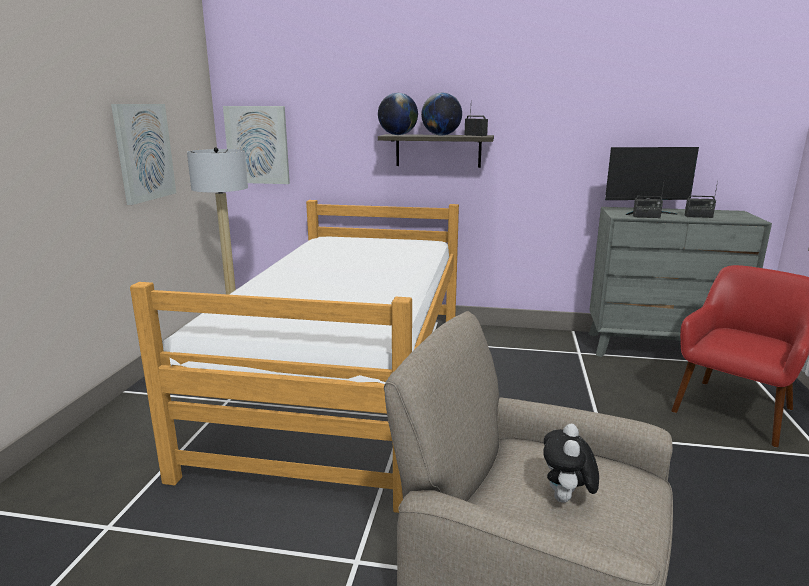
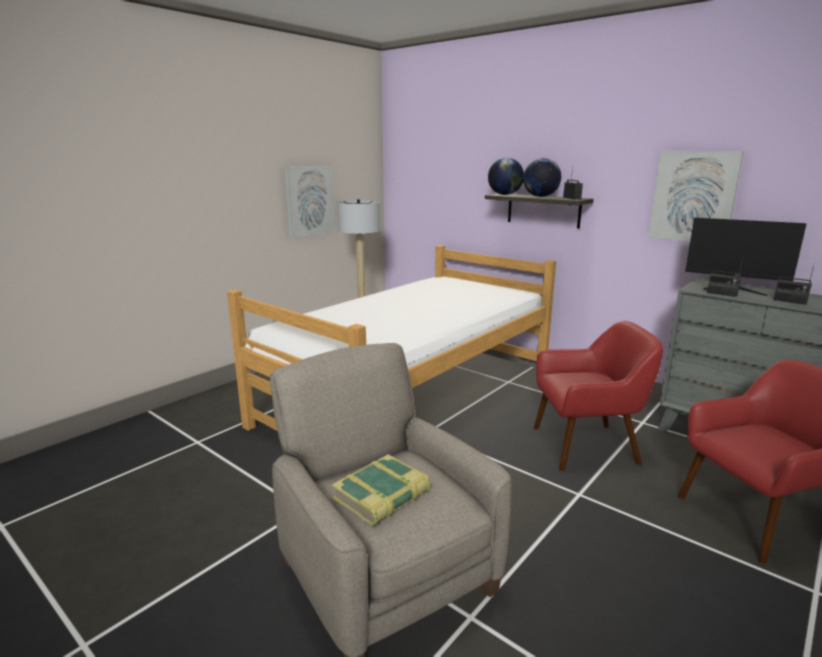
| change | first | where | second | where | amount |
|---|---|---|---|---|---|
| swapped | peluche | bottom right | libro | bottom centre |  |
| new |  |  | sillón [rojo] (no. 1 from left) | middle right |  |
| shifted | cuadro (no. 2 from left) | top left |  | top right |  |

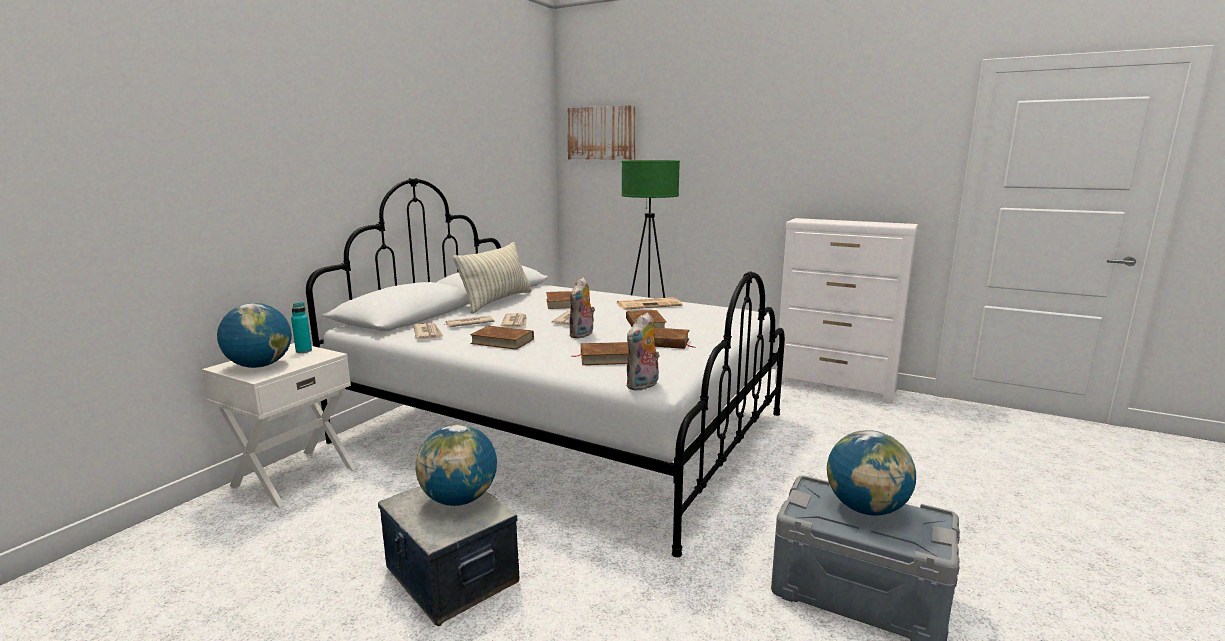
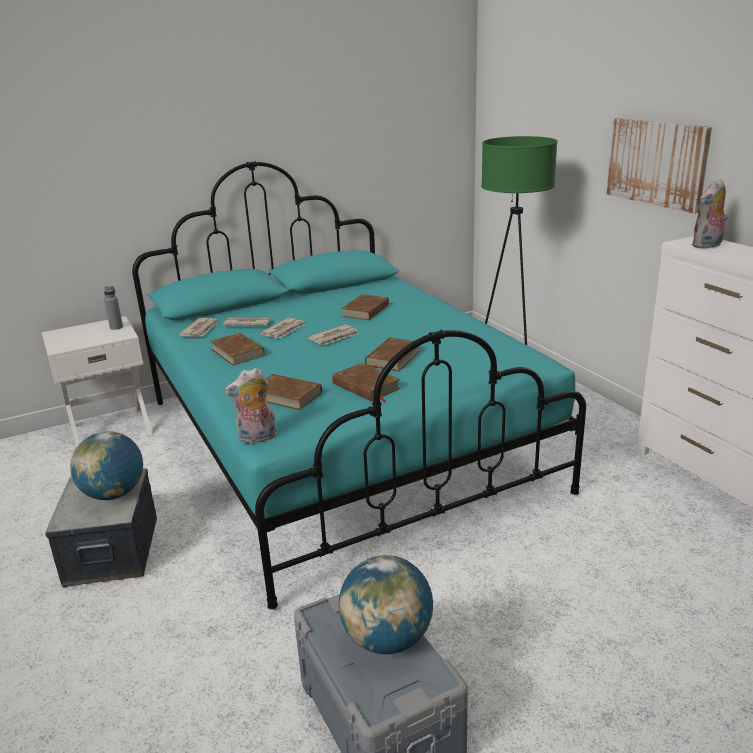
| change | first | where | second | where | amount |
|---|---|---|---|---|---|
| repainted | botella [turquesa] | middle left | botella [gris] | middle left |  |
| repainted | cama [blanco] | centre | cama [turquesa] | centre |  |
| shifted | cuadro | top centre |  | top right |  |
| shifted | peluche (no. 1 from left in the first image) | centre | peluche (no. 2 from left) | top right |  |
| gone | globo terráqueo (no. 1 from left) | middle left |  |  |  |
| gone | cojín | centre |  |  |  |
| gone | periódico (no. 5 from left) | centre |  |  |  |

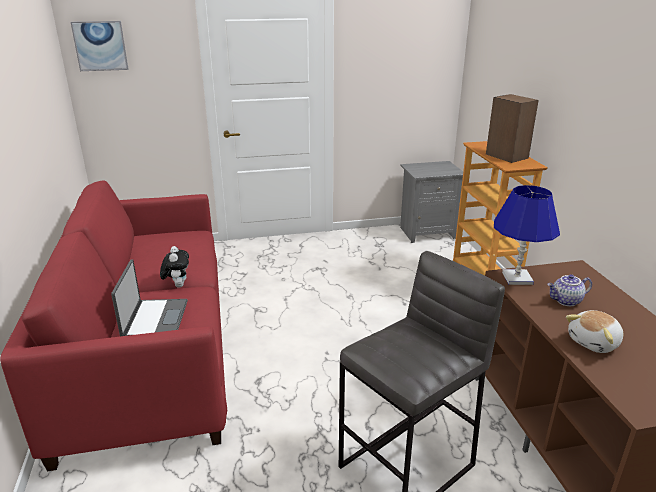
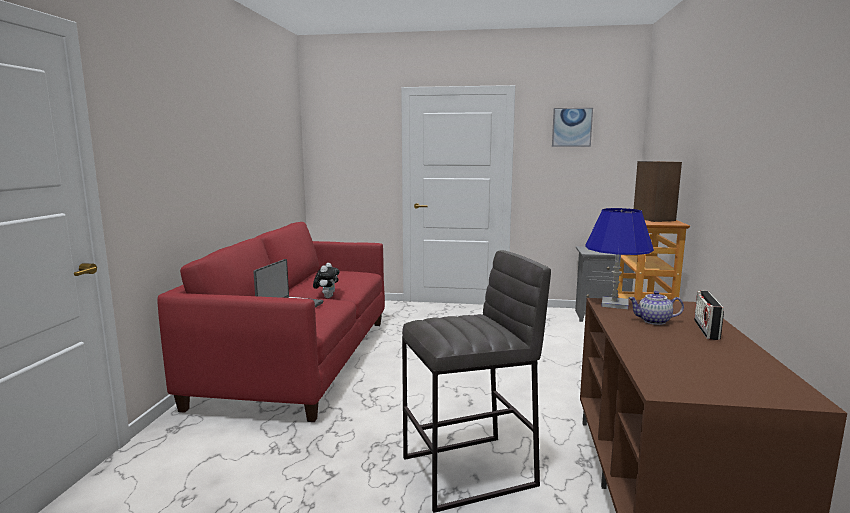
| change | first | where | second | where | amount |
|---|---|---|---|---|---|
| shifted | cuadro | top left |  | top right |  |
| new |  |  | radio | middle right |  |
| gone | peluche (no. 2 from left) | bottom right |  |  |  |

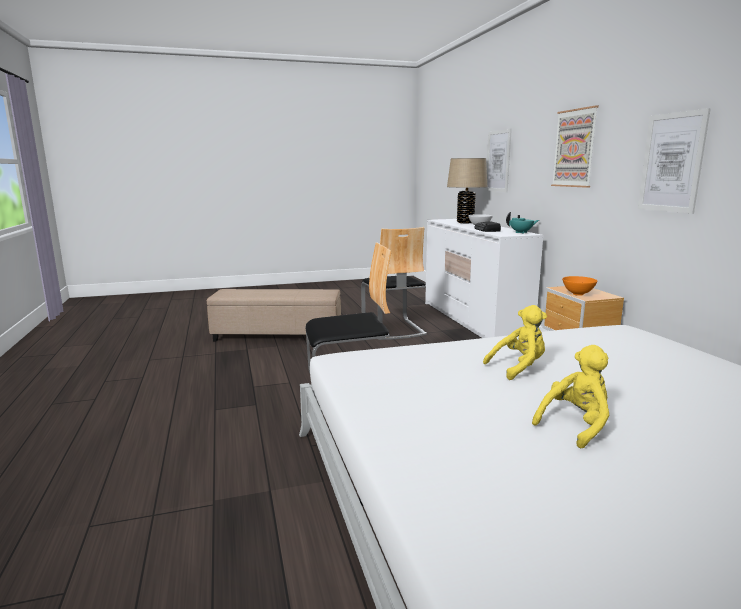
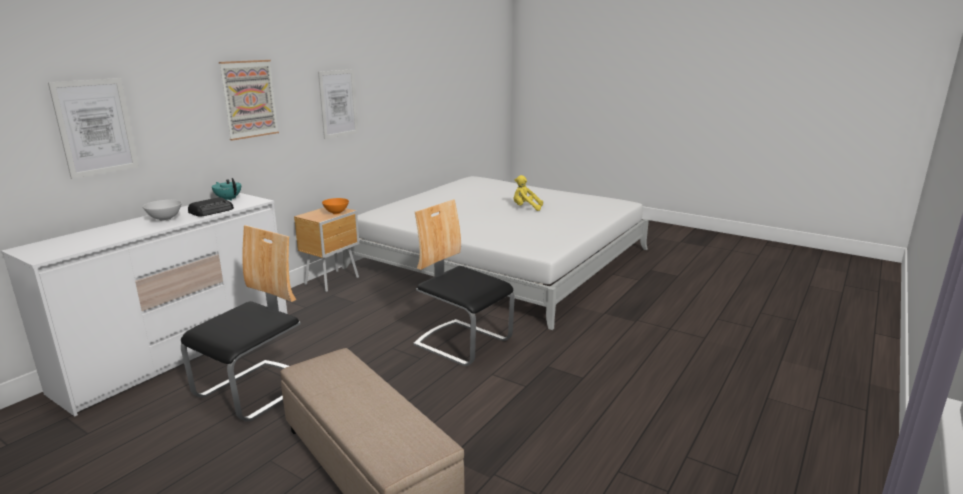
| change | first | where | second | where | amount |
|---|---|---|---|---|---|
| gone | lámpara de mesa [beis] | top centre |  |  |  |
| gone | peluche [amarillo] (no. 1 from left) | middle right |  |  |  |

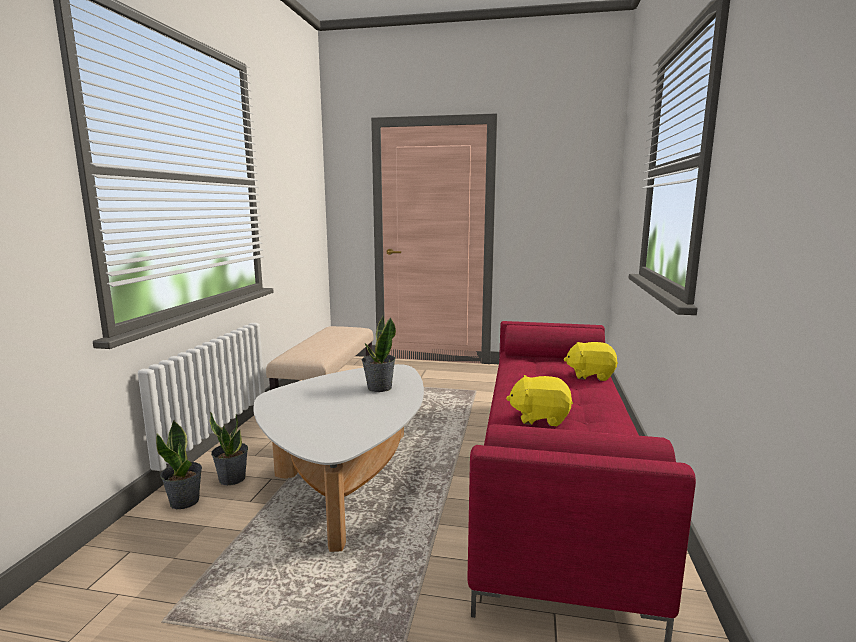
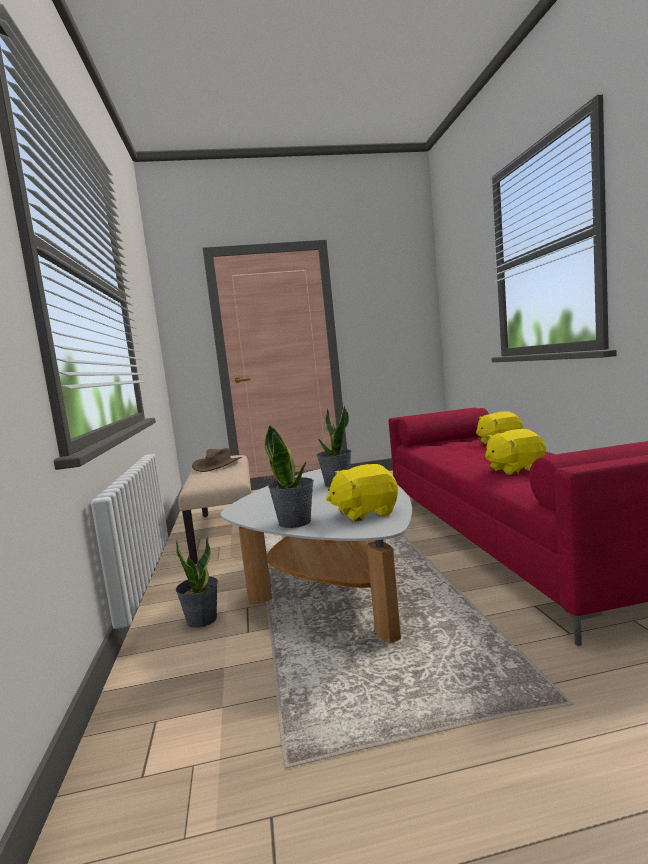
| change | first | where | second | where | amount |
|---|---|---|---|---|---|
| new |  |  | sombrero [marrón] | centre |  |
| shifted | planta en maceta (no. 1 from left in the first image) | bottom left | planta en maceta (no. 2 from left) | centre |  |
| new |  |  | peluche [amarillo] (no. 1 from left) | centre |  |

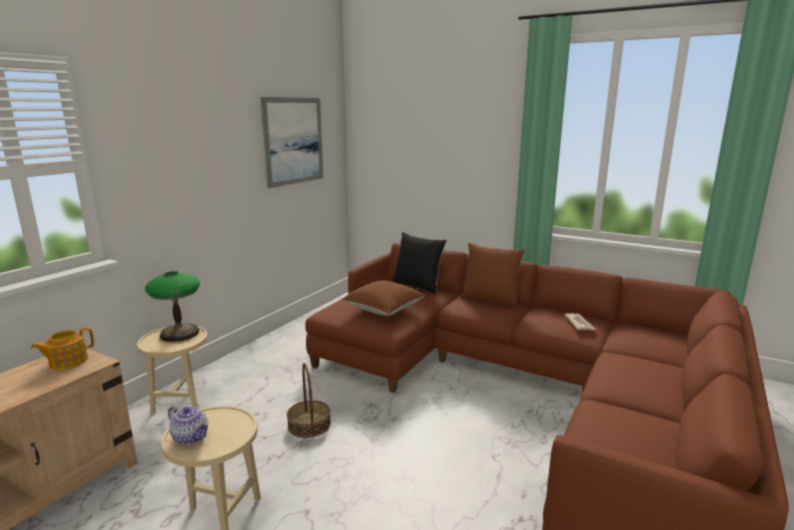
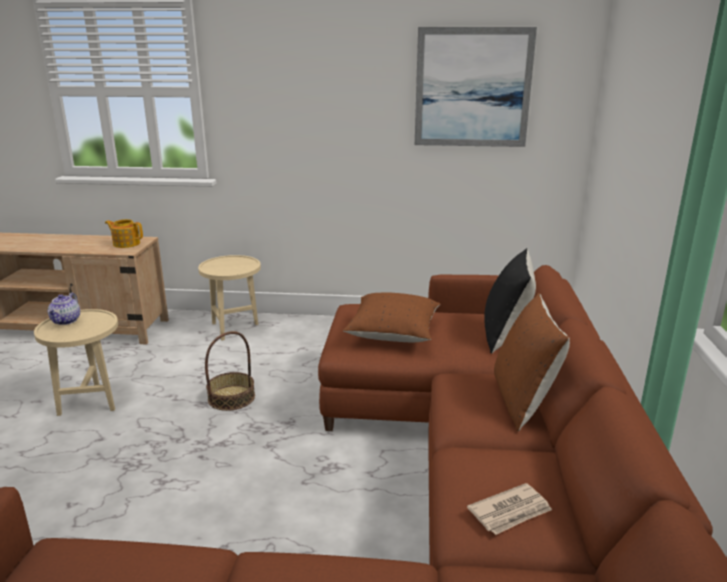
| change | first | where | second | where | amount |
|---|---|---|---|---|---|
| gone | lámpara de mesa | middle left |  |  |  |

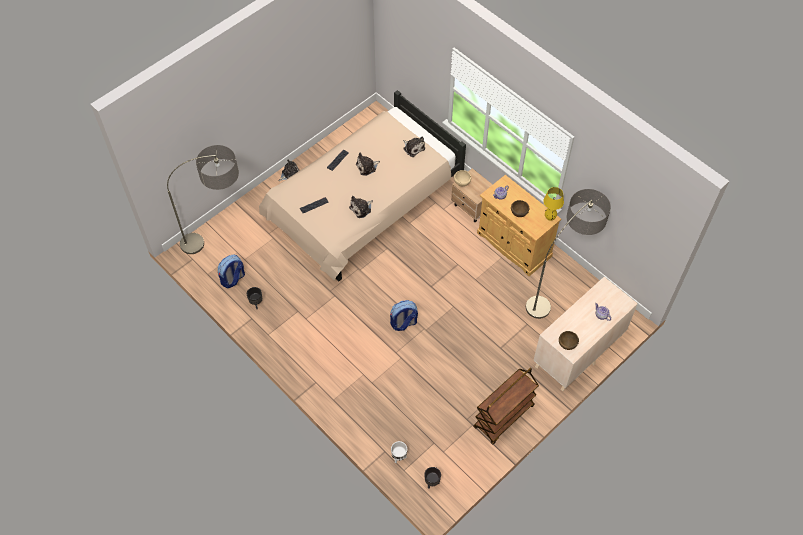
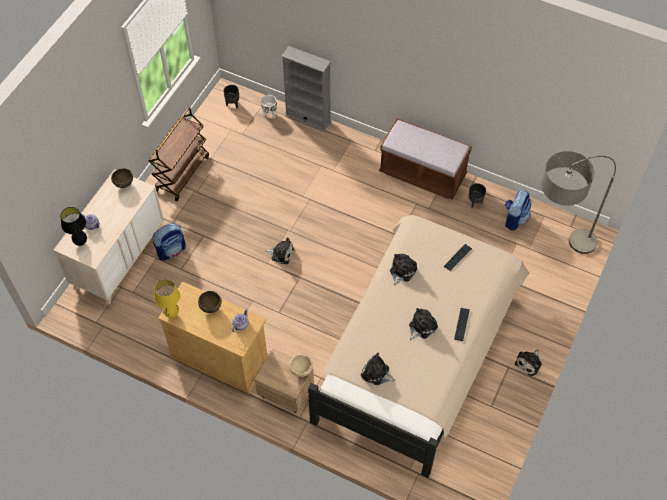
| change | first | where | second | where | amount |
|---|---|---|---|---|---|
| new |  |  | lámpara de mesa [negro] | middle left |  |
| shifted | mochila (no. 2 from left in the first image) | centre | mochila (no. 1 from left) | middle left |  |
| new |  |  | peluche (no. 1 from left) | centre |  |
| new |  |  | estantería [gris] | top centre |  |
| new |  |  | banco [marrón] | top centre |  |
| gone | lámpara de pie (no. 2 from left) | middle right |  |  |  |

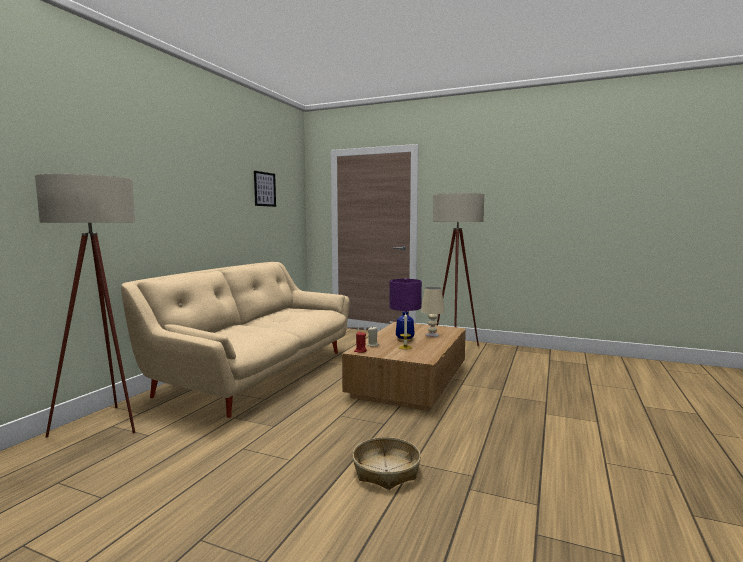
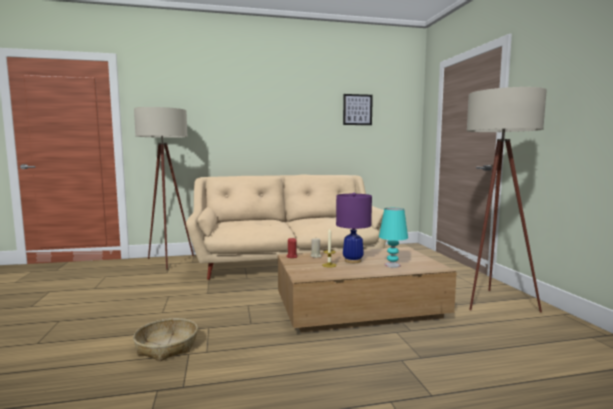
| change | first | where | second | where | amount |
|---|---|---|---|---|---|
| repainted | lámpara de mesa [beis] | centre | lámpara de mesa [turquesa] | centre |  |

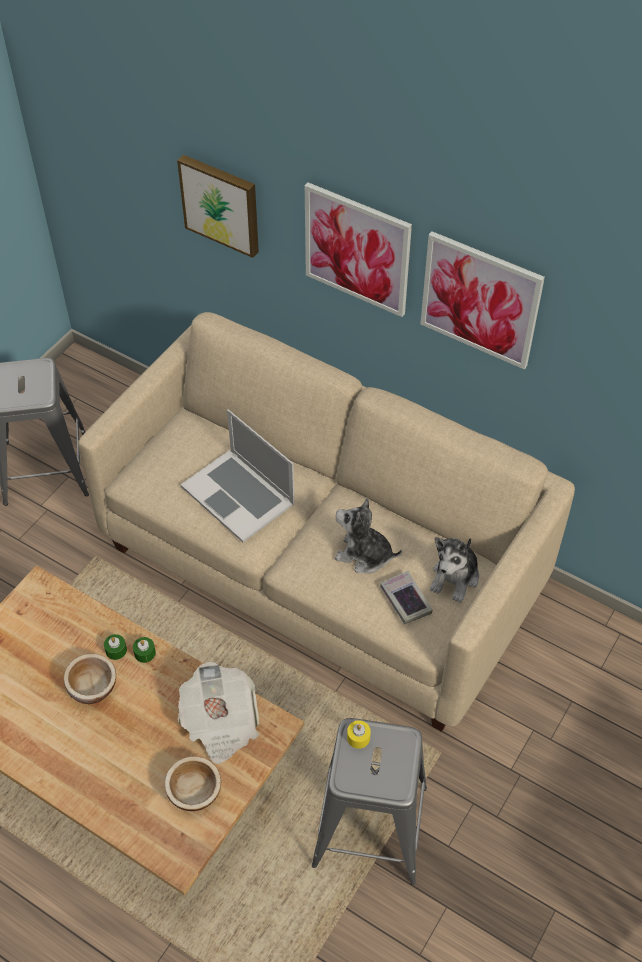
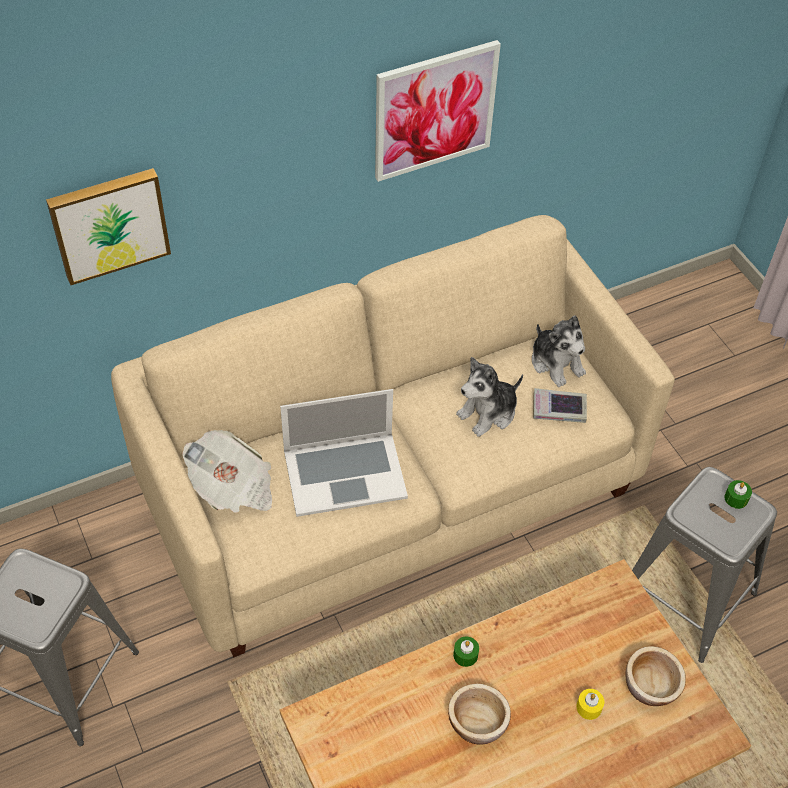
| change | first | where | second | where | amount |
|---|---|---|---|---|---|
| shifted | periódico | bottom centre |  | middle left |  |
| shifted | vela [amarillo] | bottom centre |  | bottom right |  |
| shifted | vela [verde] (no. 1 from left in the first image) | bottom left | vela [verde] (no. 2 from left) | middle right |  |
| gone | cuadro (no. 2 from left) | top centre |  |  |  |

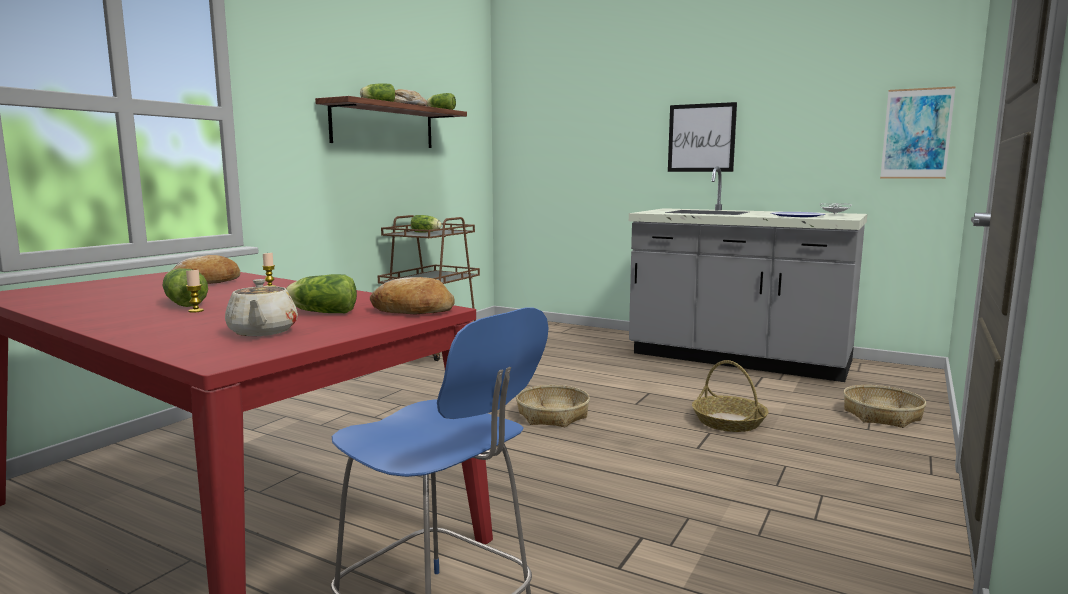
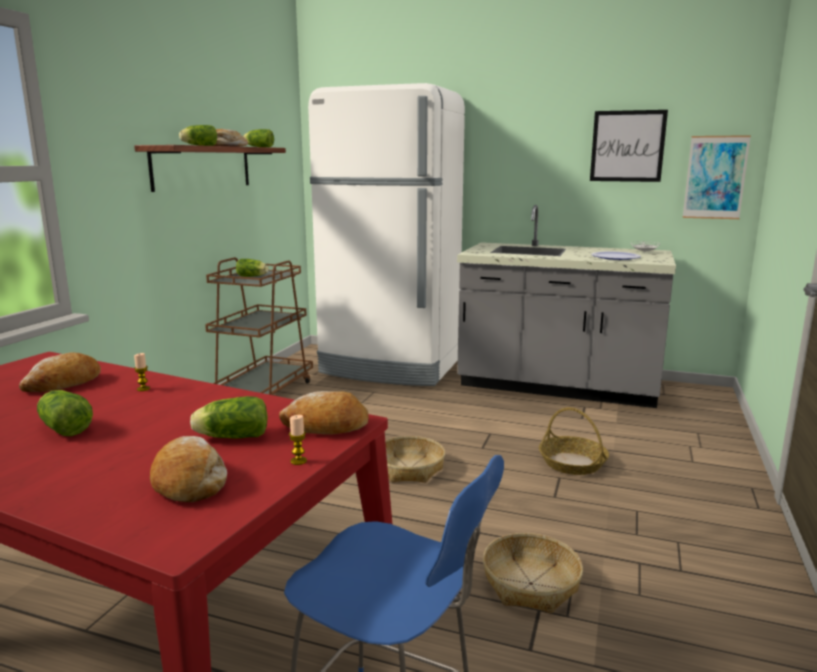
| change | first | where | second | where | amount |
|---|---|---|---|---|---|
| swapped | tetera [beis] | middle left | pan (no. 2 from left) | bottom left |  |
| shifted | vela (no. 1 from left in the first image) | middle left | vela (no. 2 from left) | centre |  |
| new |  |  | nevera [blanco] | centre |  |
| shifted | cesta (no. 3 from left in the first image) | bottom right | cesta (no. 2 from left) | bottom centre |  |
| shifted | cuadro (no. 1 from left) | top centre |  | top right |  |

